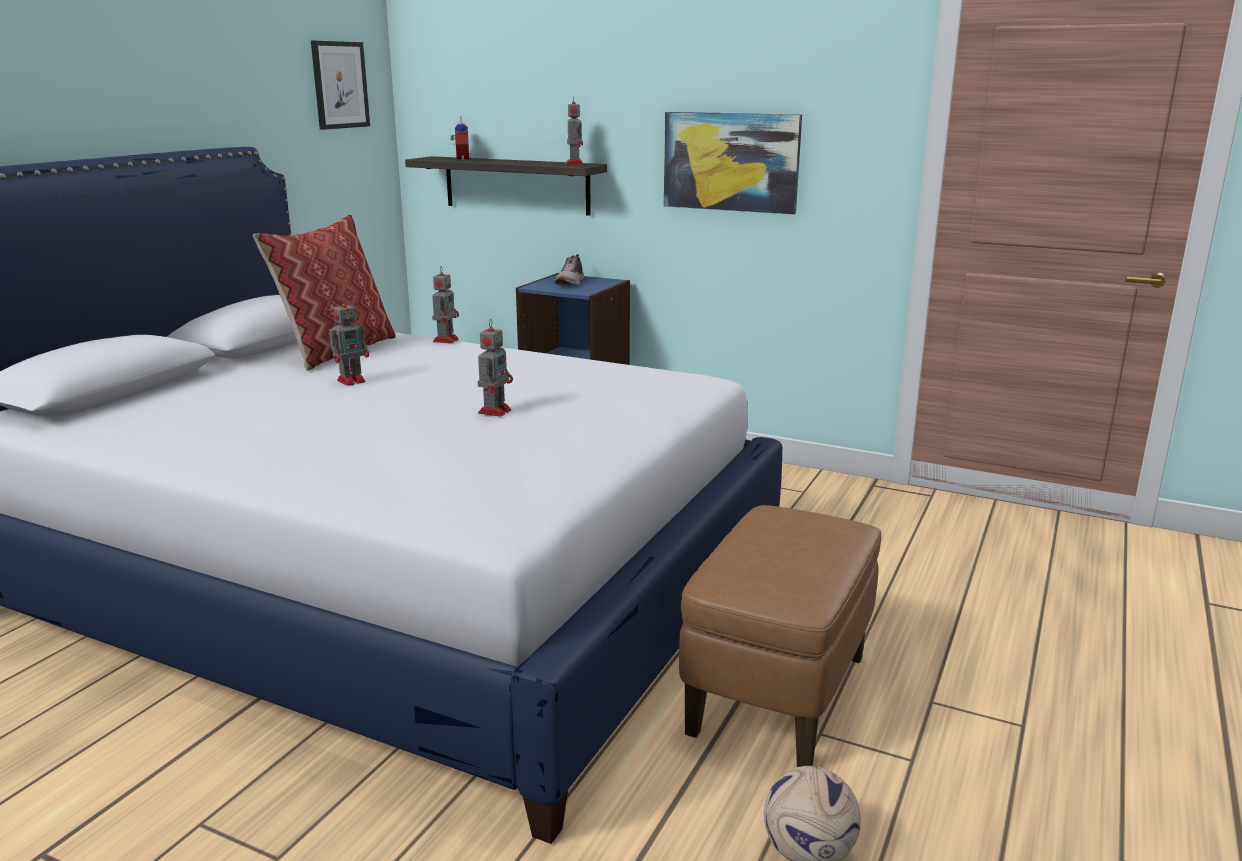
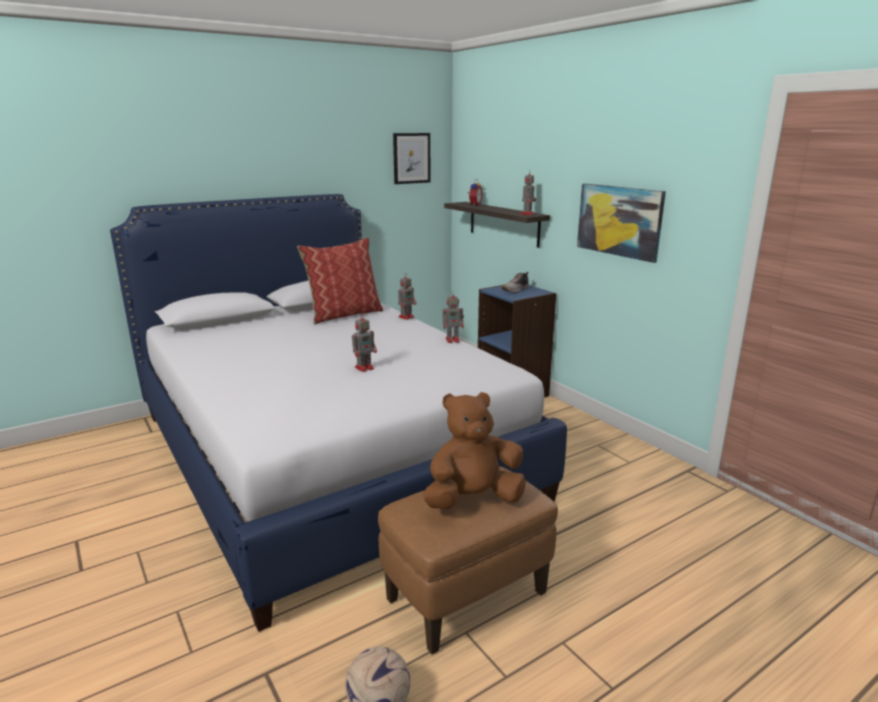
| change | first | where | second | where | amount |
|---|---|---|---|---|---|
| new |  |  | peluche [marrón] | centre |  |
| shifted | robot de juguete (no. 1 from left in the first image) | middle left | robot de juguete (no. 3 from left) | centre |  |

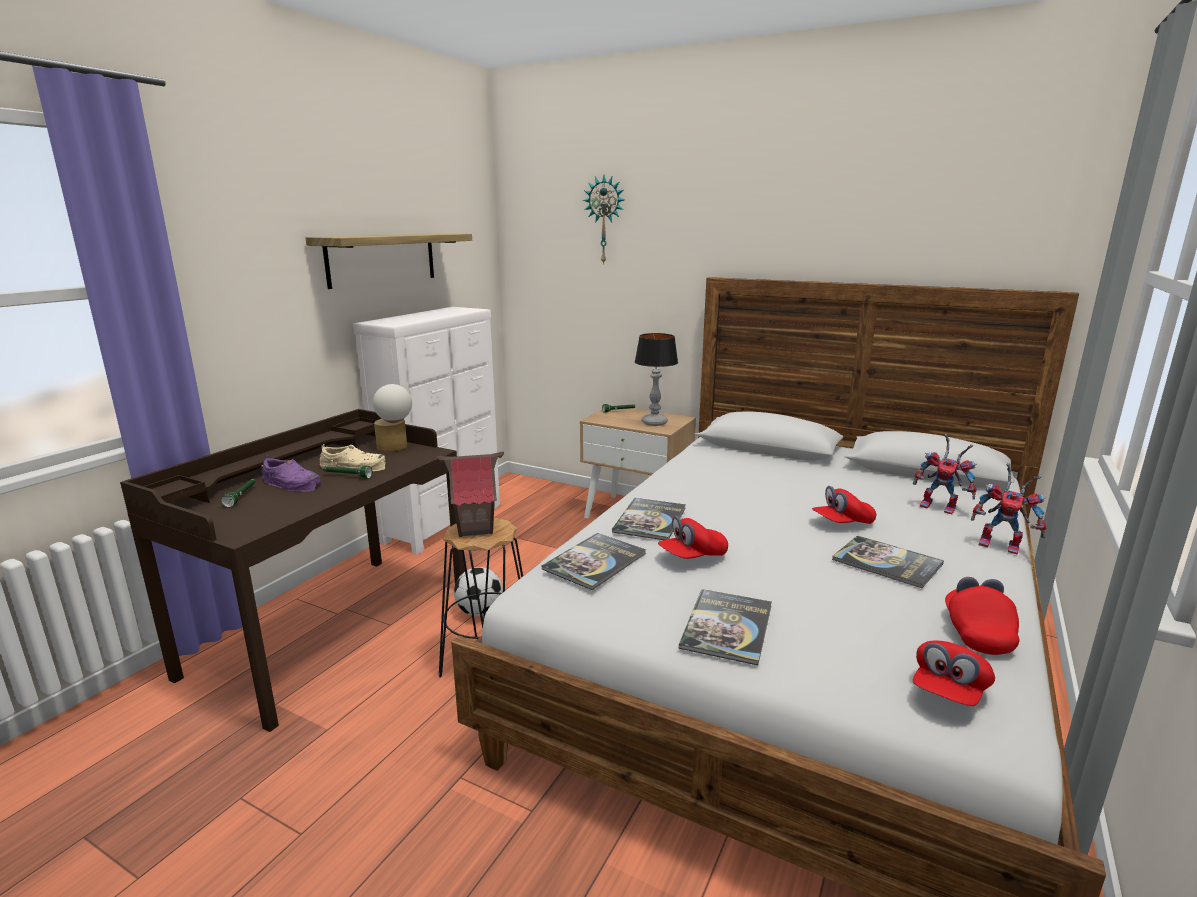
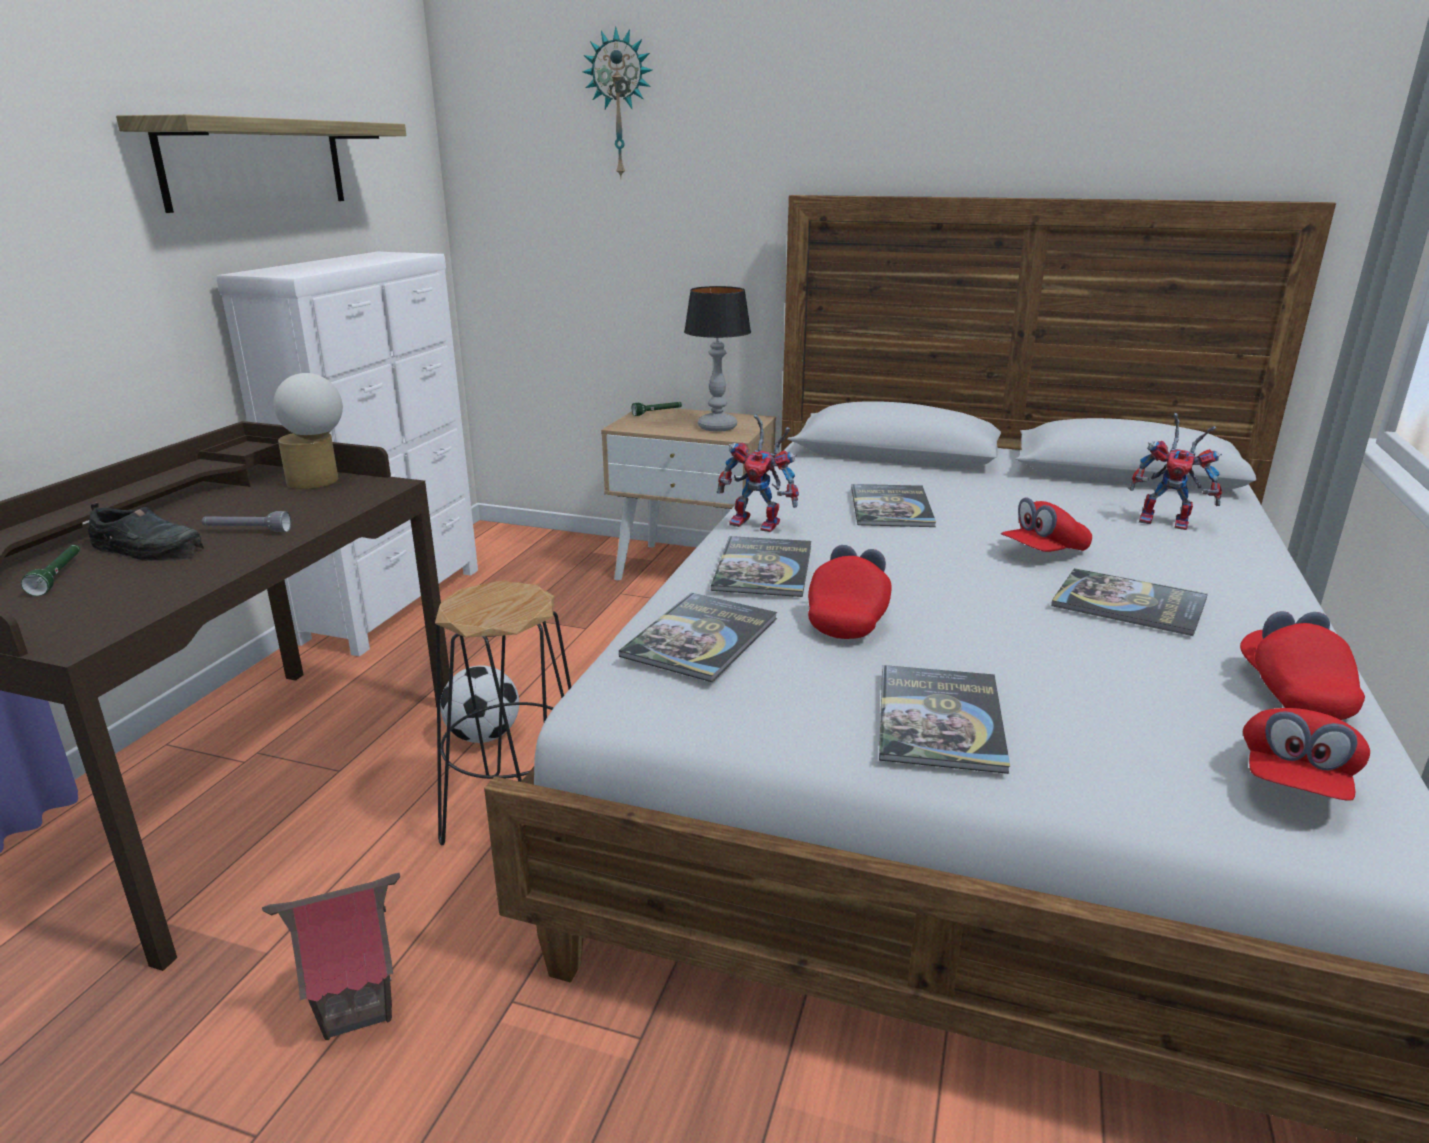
| change | first | where | second | where | amount |
|---|---|---|---|---|---|
| repainted | zapato [morado] | middle left | zapato [negro] | middle left |  |
| repainted | linterna [verde] (no. 2 from left) | middle left | linterna [gris] | middle left |  |
| shifted | casita | centre |  | bottom left |  |
| shifted | robot de juguete (no. 2 from left in the first image) | middle right | robot de juguete (no. 1 from left) | centre |  |
| rotated | gorra [rojo] (no. 1 from left) | centre |  | centre | 150 degrees clockwise |
| new |  |  | libro (no. 3 from left) | centre |  |
| gone | zapato [beis] | middle left |  |  |  |

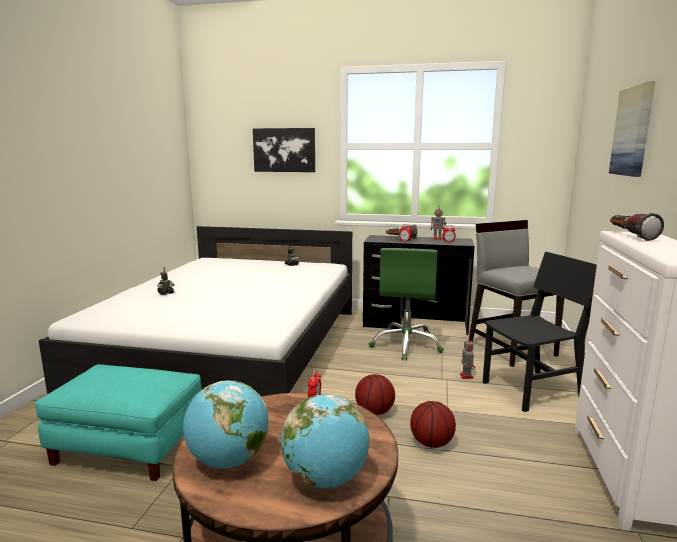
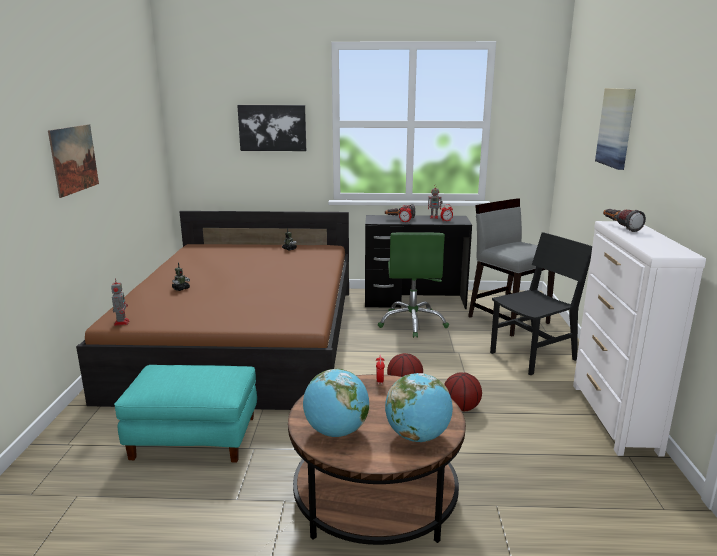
| change | first | where | second | where | amount |
|---|---|---|---|---|---|
| new |  |  | cuadro (no. 1 from left) | top left |  |
| repainted | cama [blanco] | middle left | cama [marrón] | middle left |  |
| shifted | robot de juguete (no. 4 from left in the first image) | middle right | robot de juguete (no. 1 from left) | middle left |  |

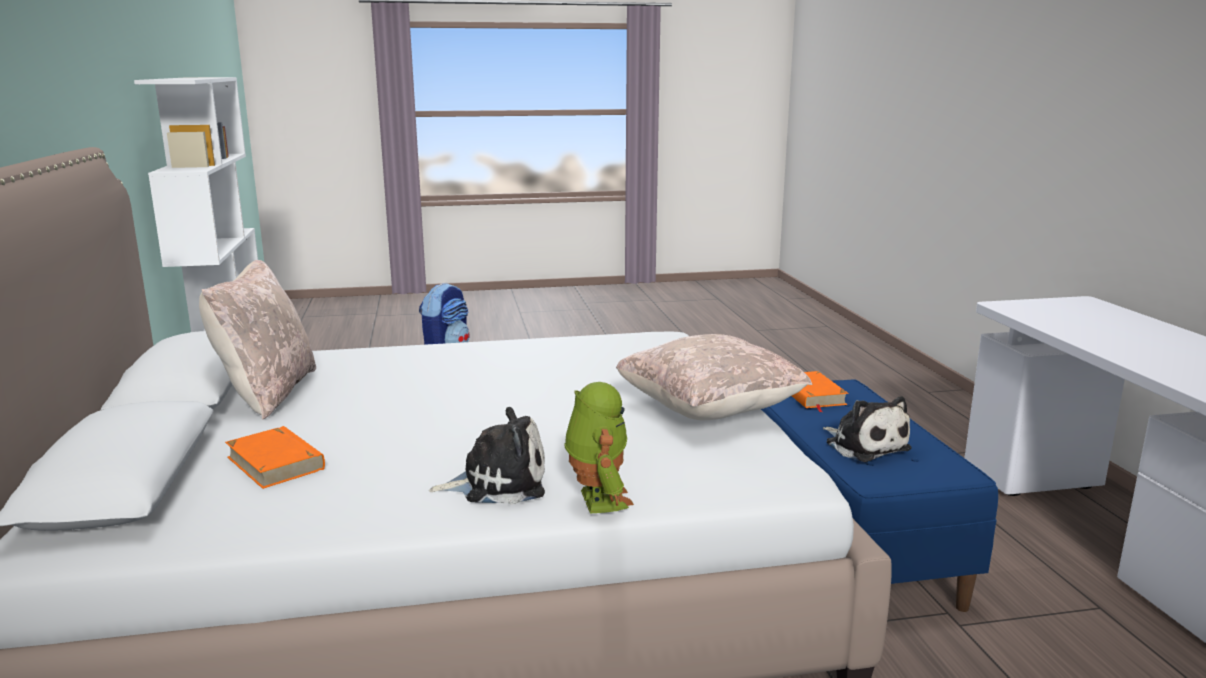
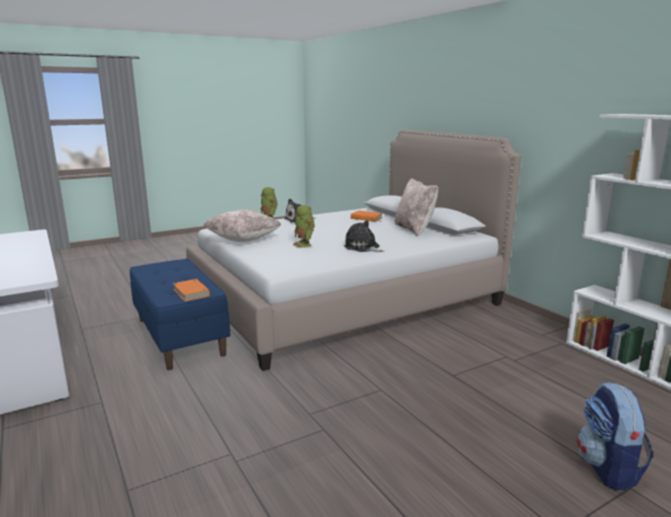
| change | first | where | second | where | amount |
|---|---|---|---|---|---|
| new |  |  | robot de juguete (no. 2 from left) | centre |  |
| shifted | peluche (no. 2 from left) | middle right |  | centre |  |

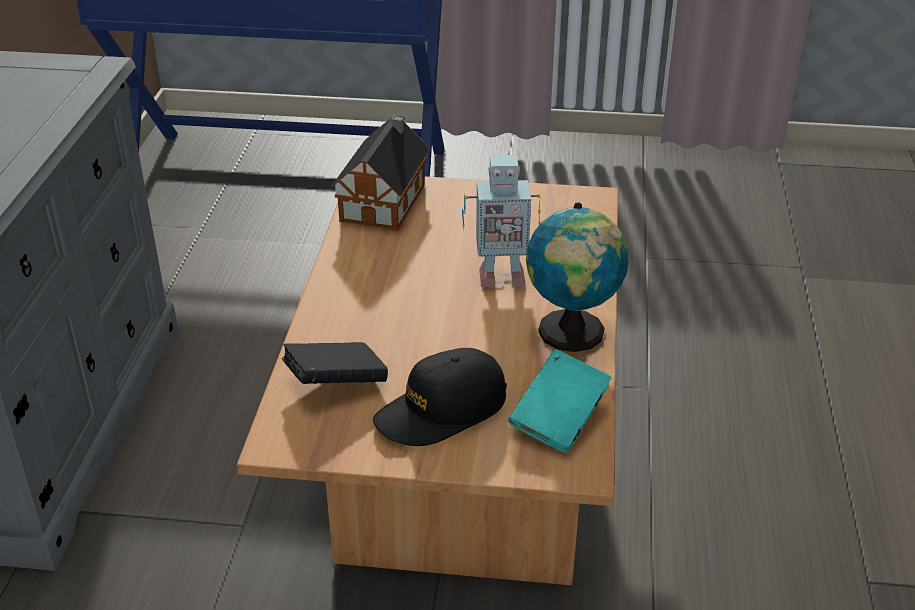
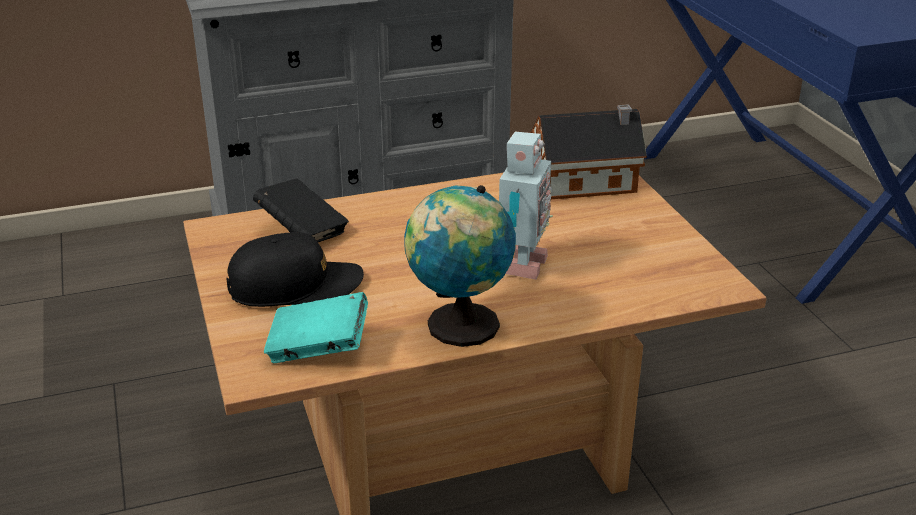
| change | first | where | second | where | amount |
|---|---|---|---|---|---|
| rotated | gorra [negro] | centre |  | middle left | 135 degrees clockwise |
| rotated | robot de juguete | centre |  | centre | 135 degrees counterclockwise |

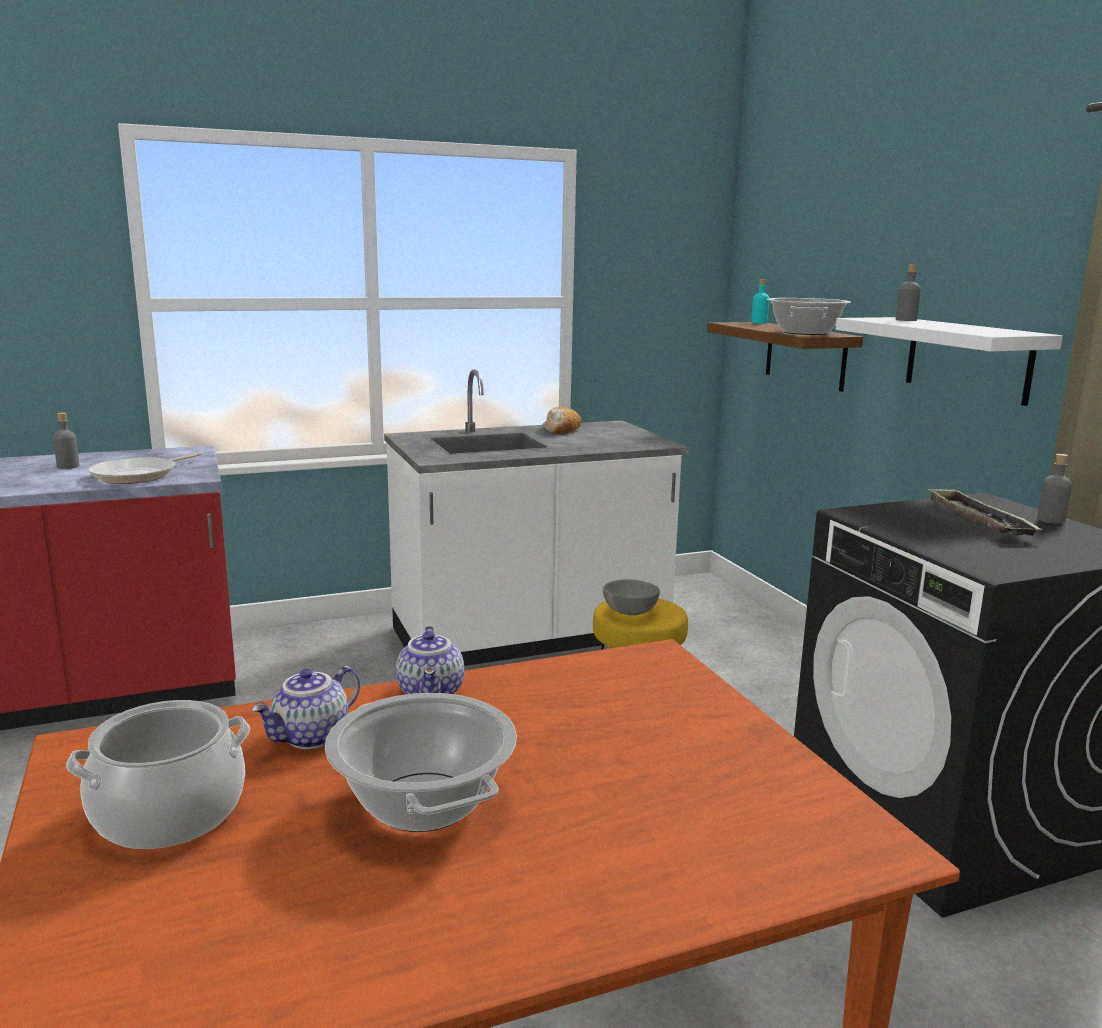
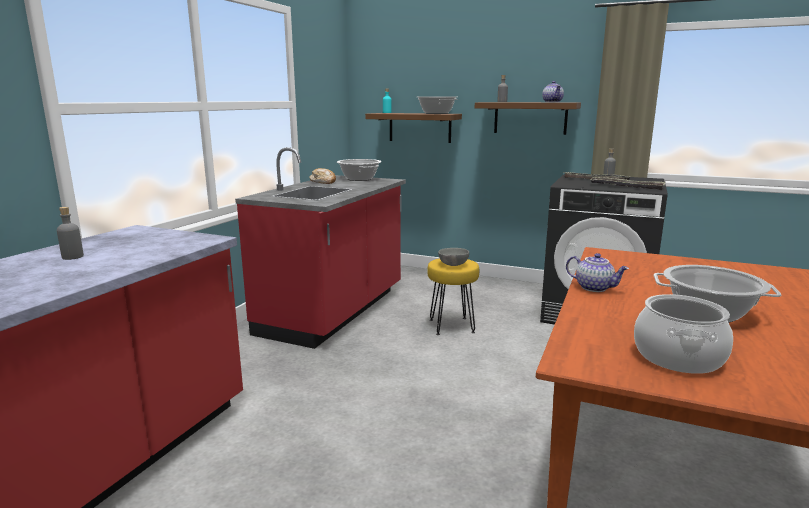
| change | first | where | second | where | amount |
|---|---|---|---|---|---|
| repainted | mueble bajo de cocina [blanco] | centre | mueble bajo de cocina [rojo] (no. 2 from left) | centre |  |
| new |  |  | olla (no. 1 from left) | centre |  |
| repainted | estante [blanco] | middle right | estante [marrón] (no. 2 from left) | top centre |  |
| shifted | tetera (no. 1 from left) | bottom left |  | top right |  |
| new |  |  | bandeja (no. 2 from left) | middle right |  |
| gone | sartén | middle left |  |  |  |

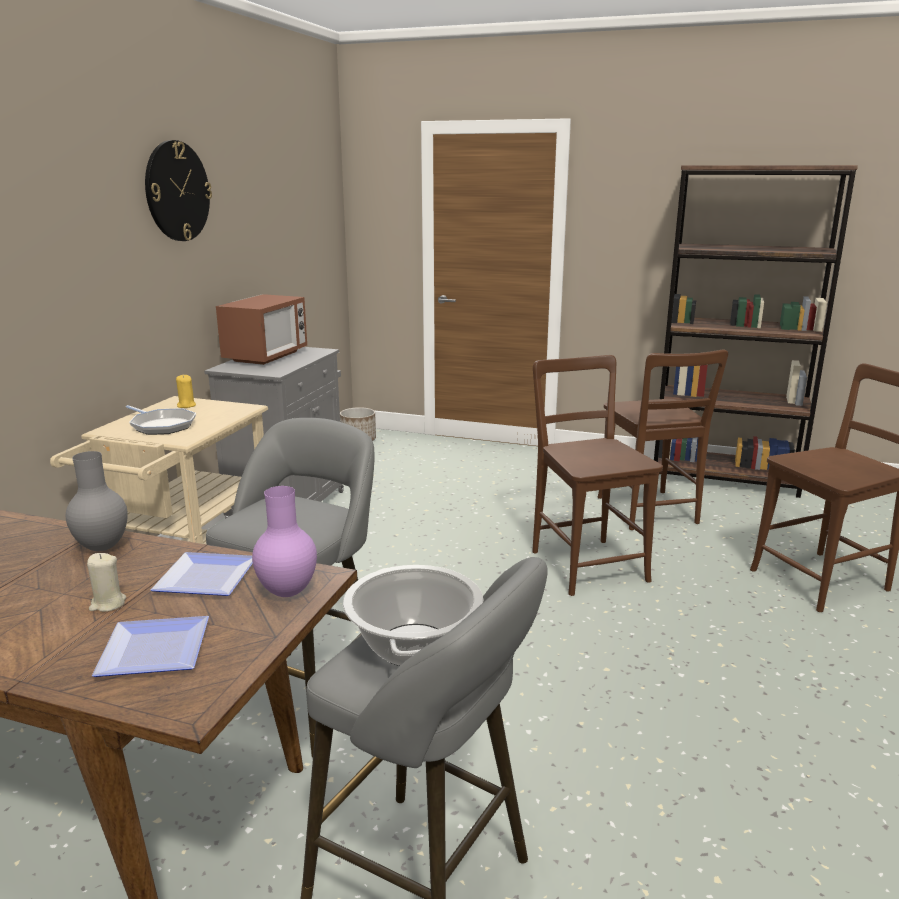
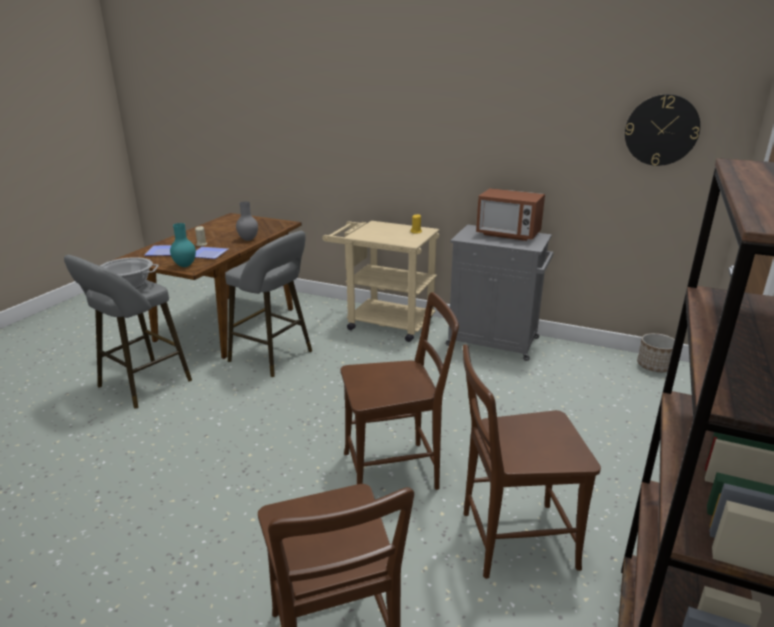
| change | first | where | second | where | amount |
|---|---|---|---|---|---|
| repainted | florero [morado] | middle left | florero [turquesa] | middle left |  |
| shifted | reloj de pared | top left |  | top right |  |
| gone | sartén | middle left |  |  |  |

